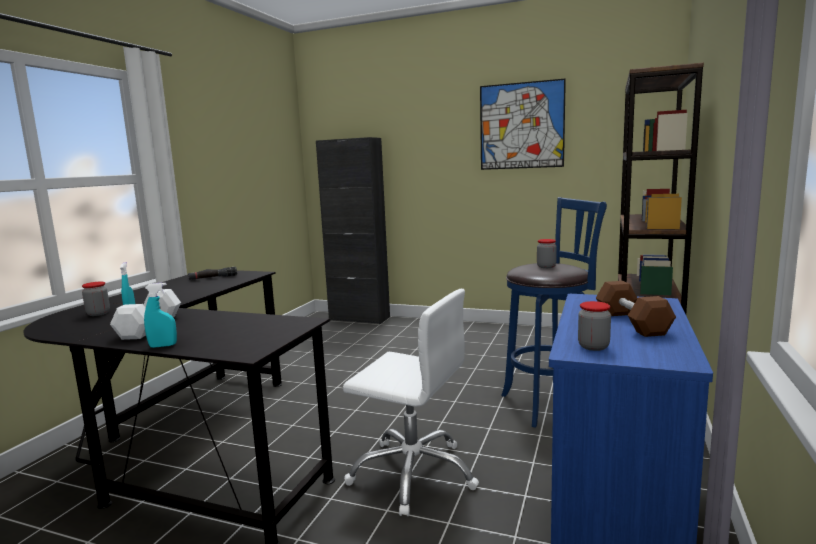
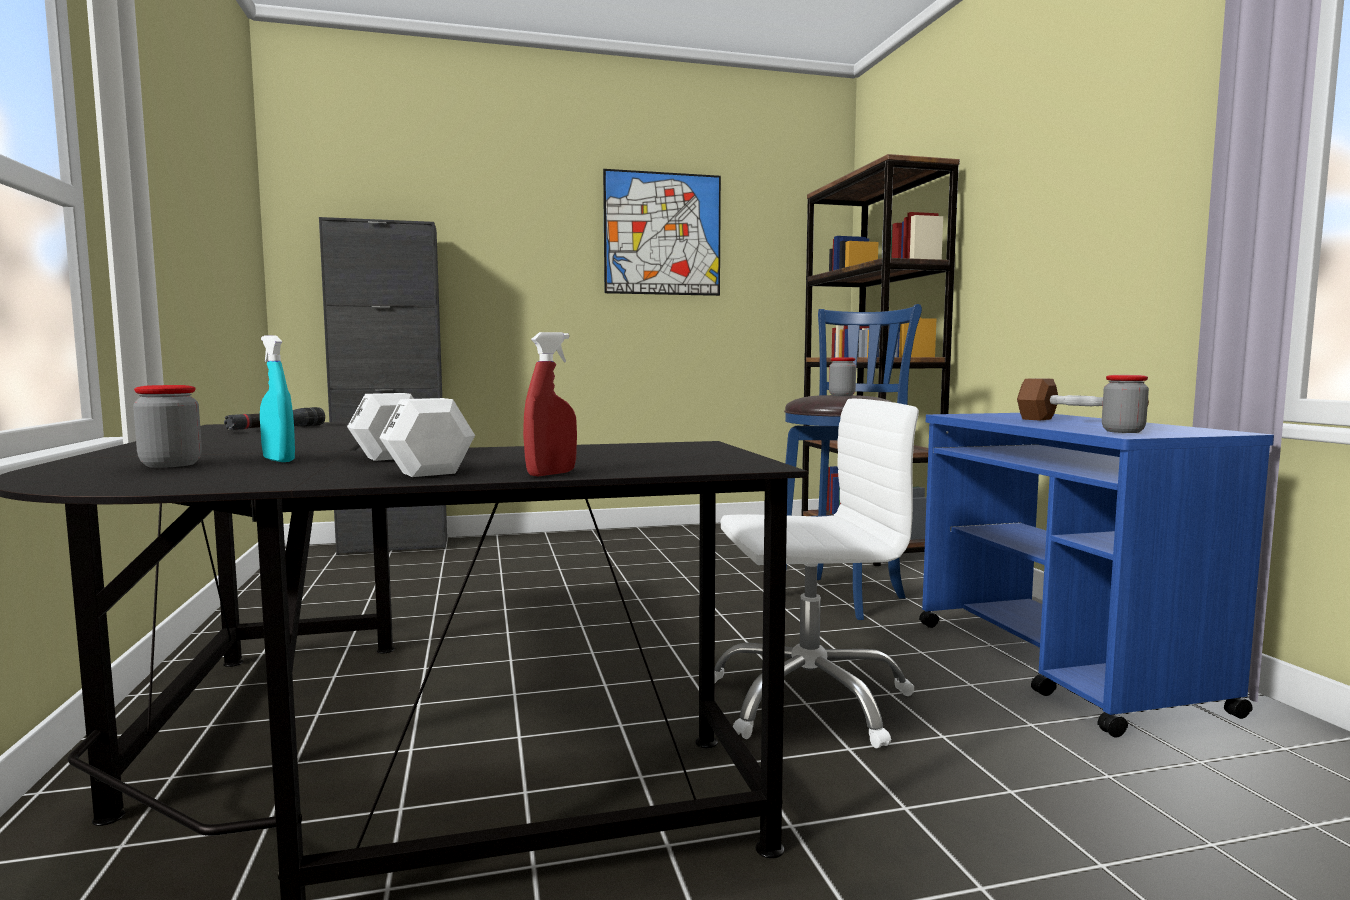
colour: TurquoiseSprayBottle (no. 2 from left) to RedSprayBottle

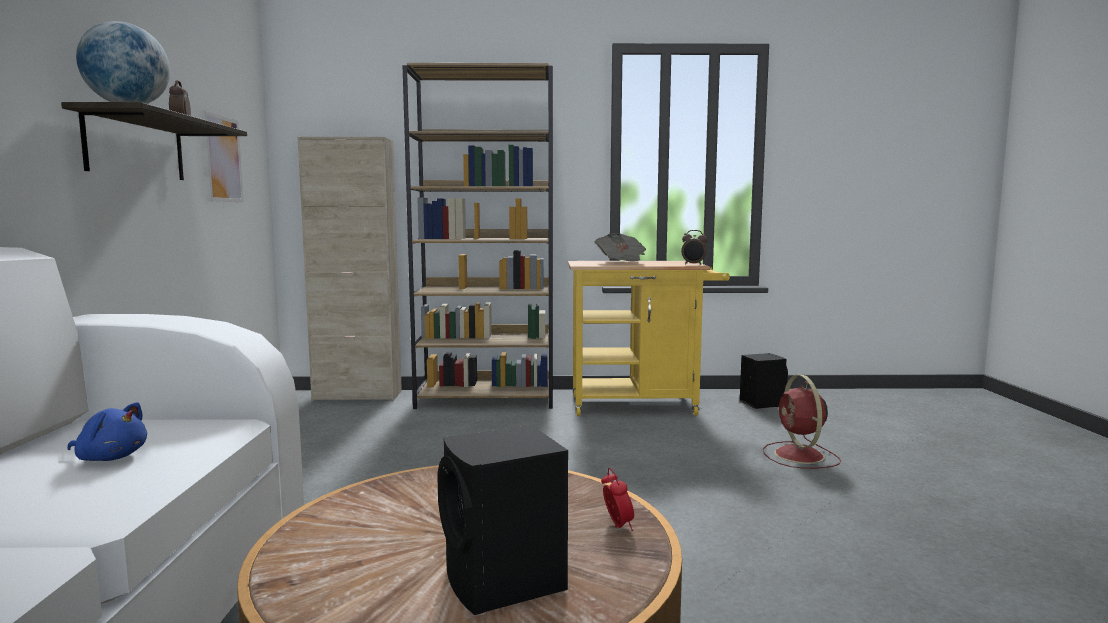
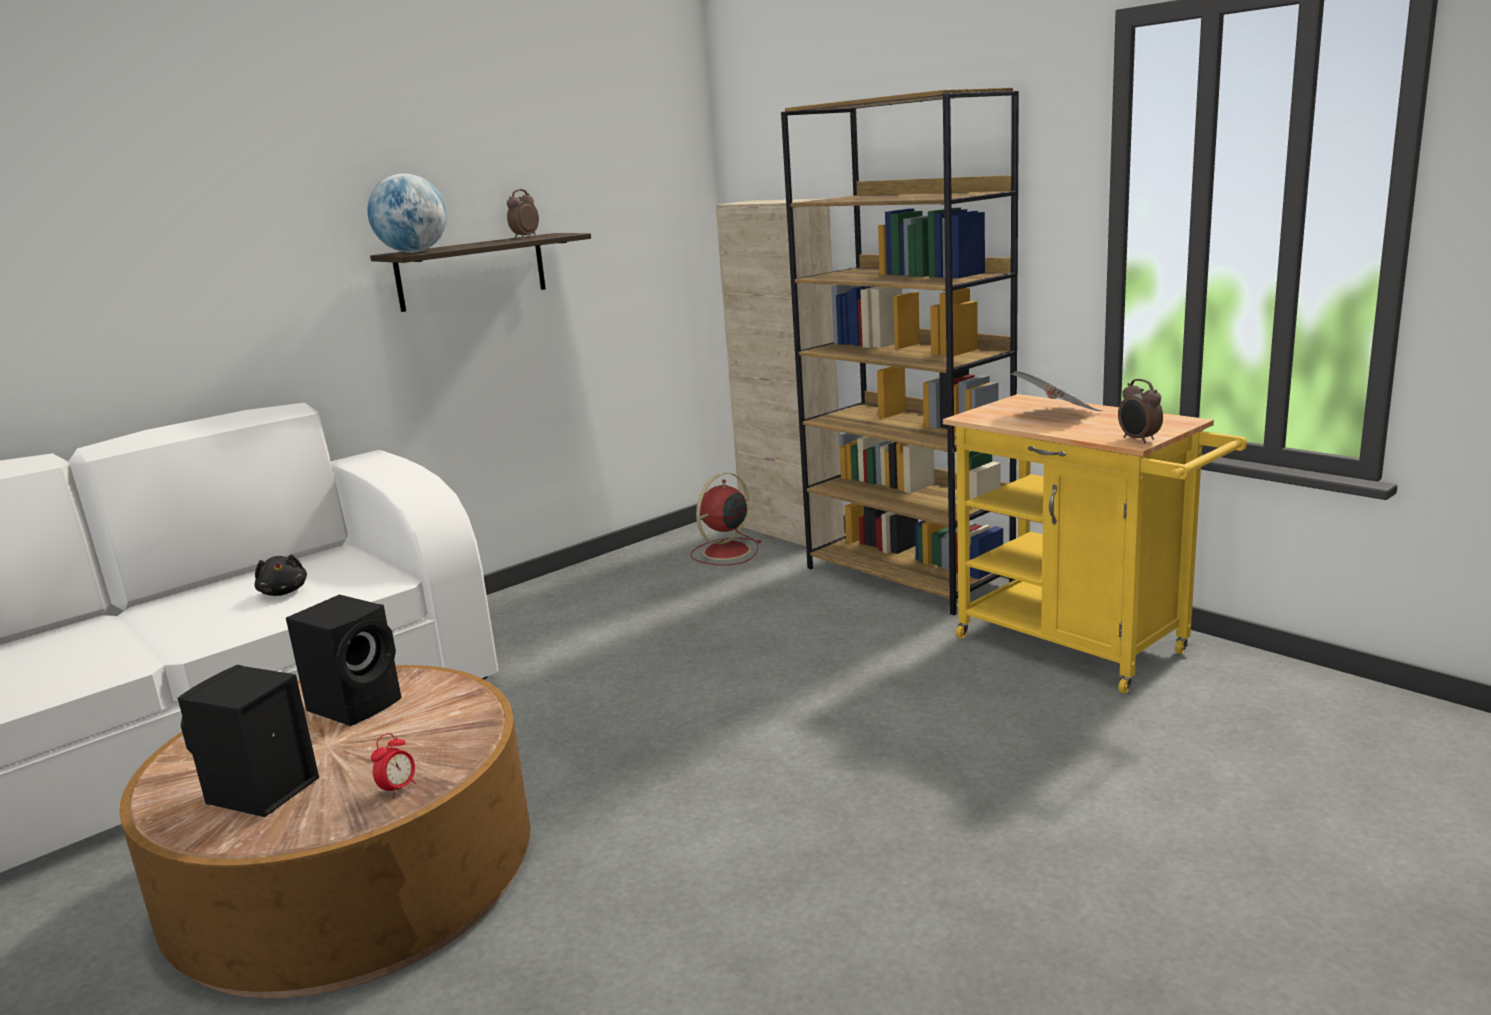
missing: Picture
relocated: BlackSpeaker (no. 2 from left); RedFan
colour: BluePlushToy to BlackPlushToy

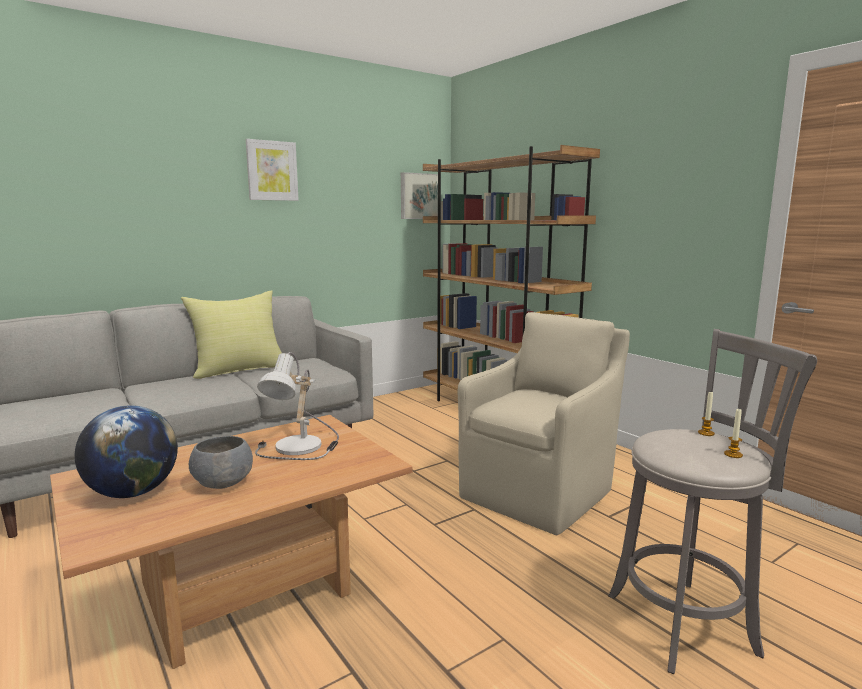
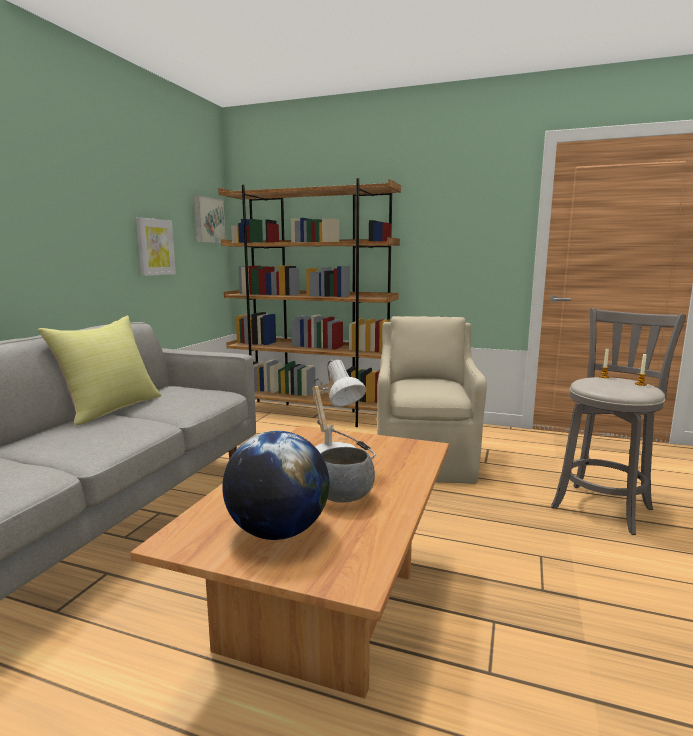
relocated: Picture (no. 1 from left)

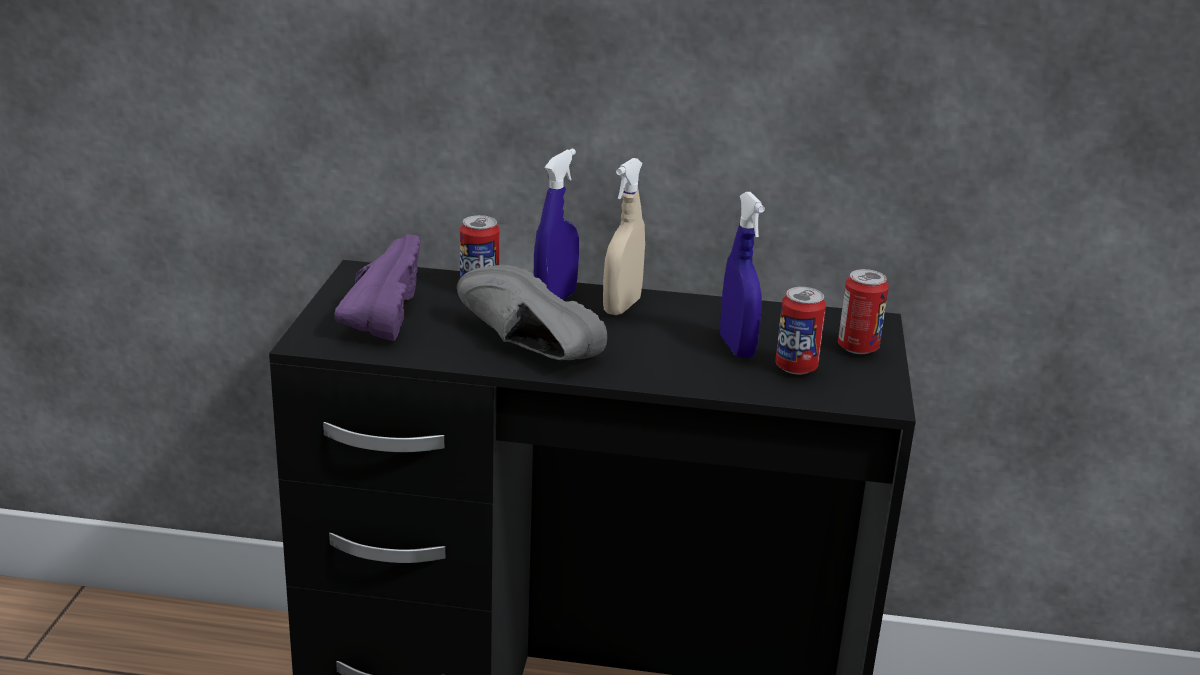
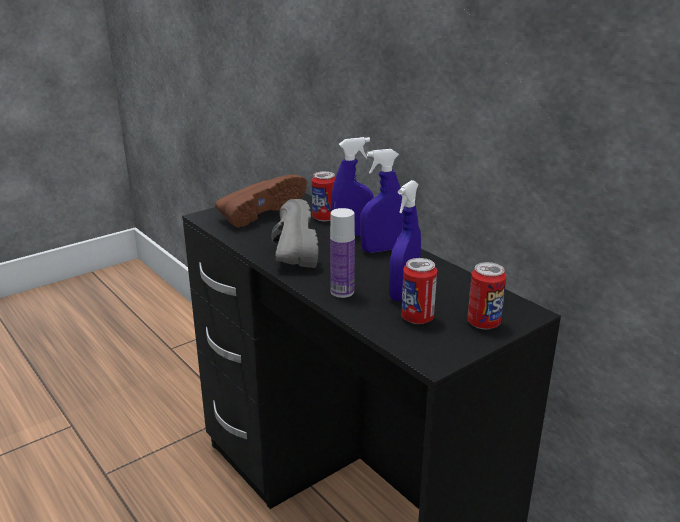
appeared: Bottle
colour: BeigeSprayBottle to BlueSprayBottle (no. 2 from left); PurpleShoe to BrownShoe

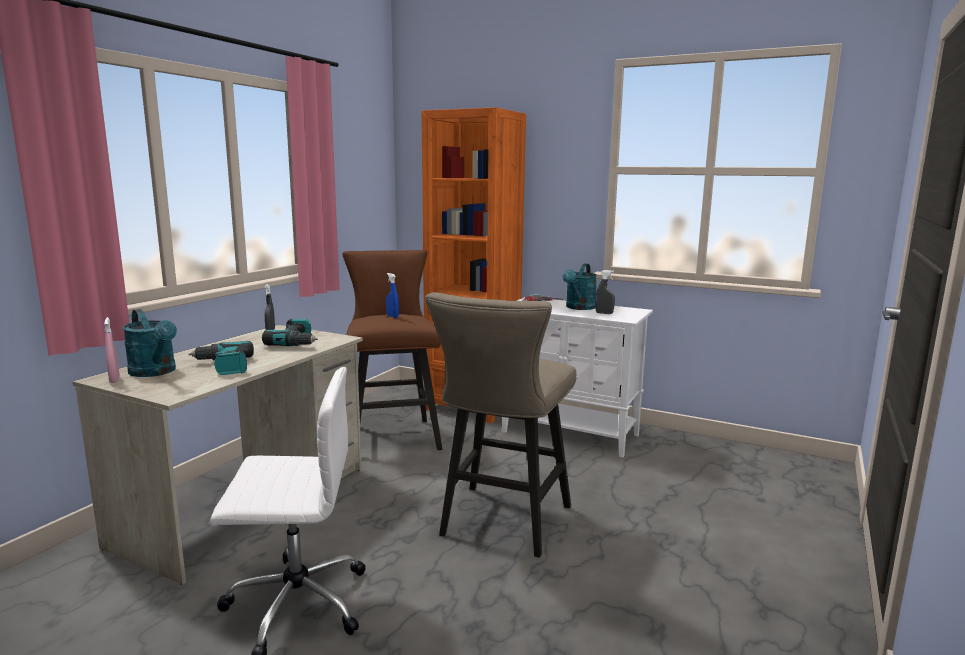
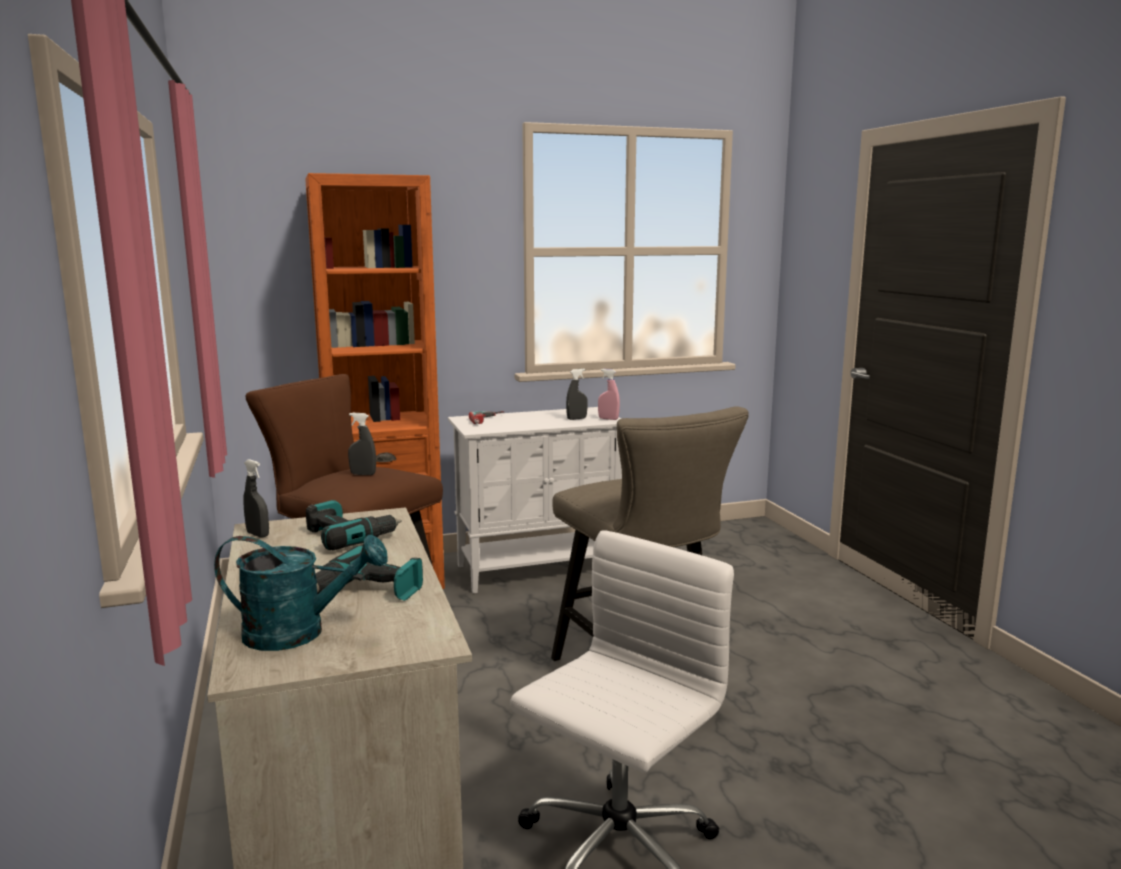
missing: TurquoiseWateringCan (no. 2 from left)
relocated: PinkSprayBottle
colour: BlueSprayBottle to GreySprayBottle (no. 2 from left)

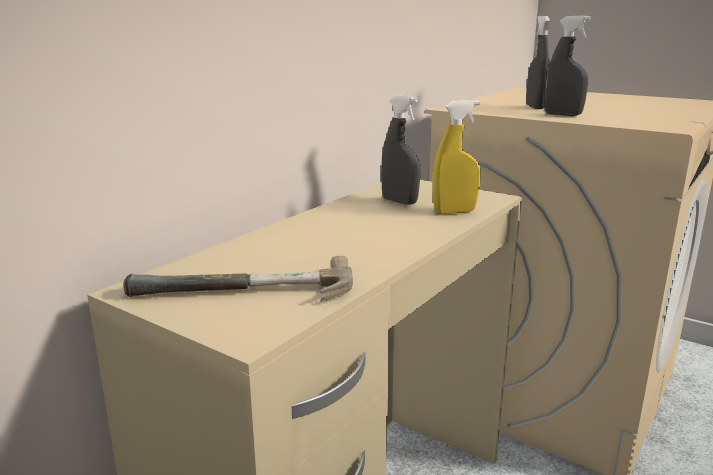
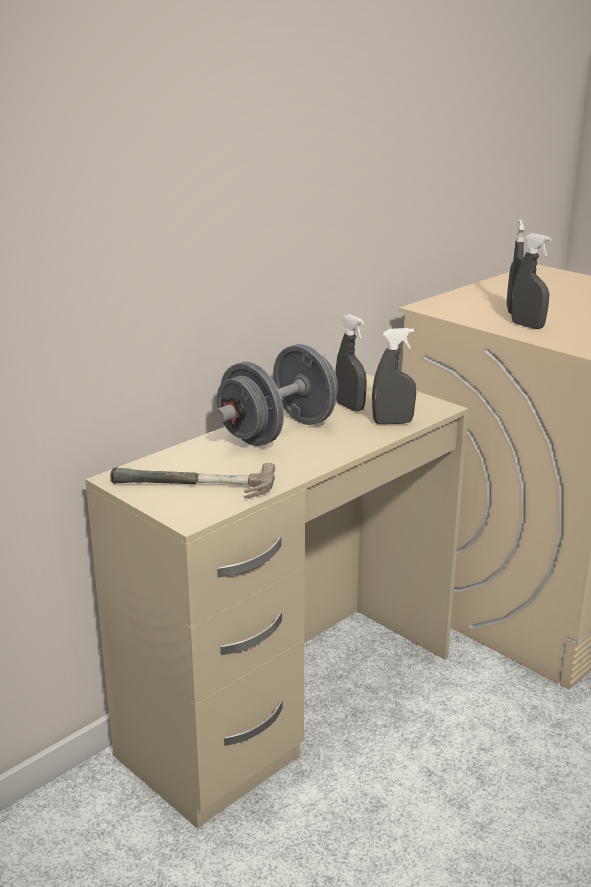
appeared: GreyDumbbell
colour: YellowSprayBottle to GreySprayBottle (no. 2 from left)

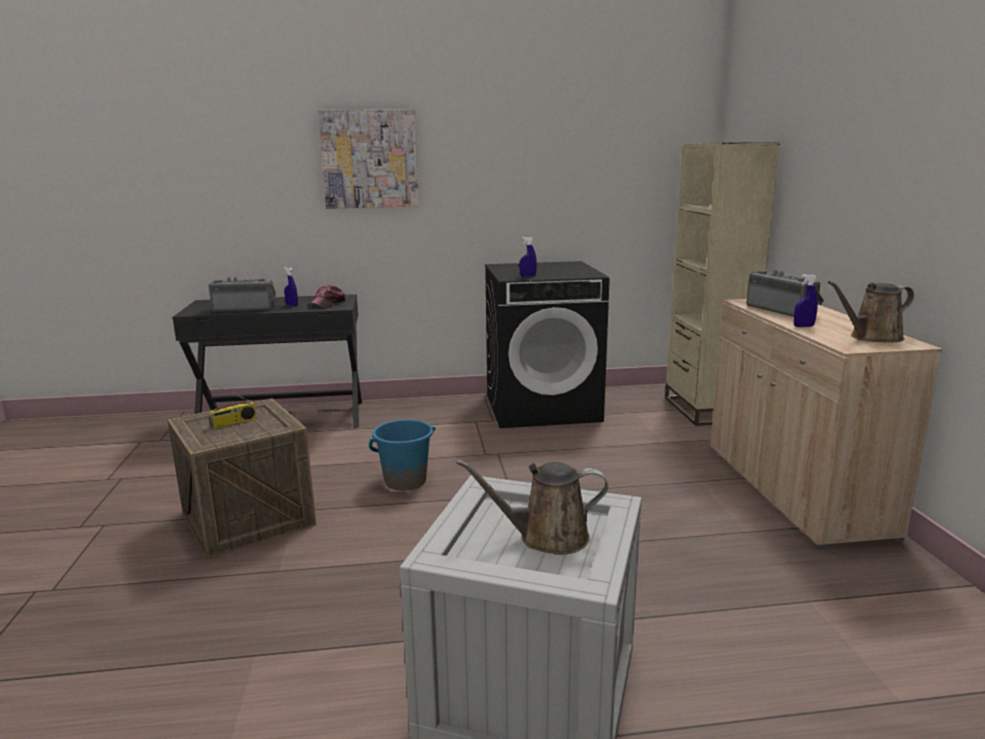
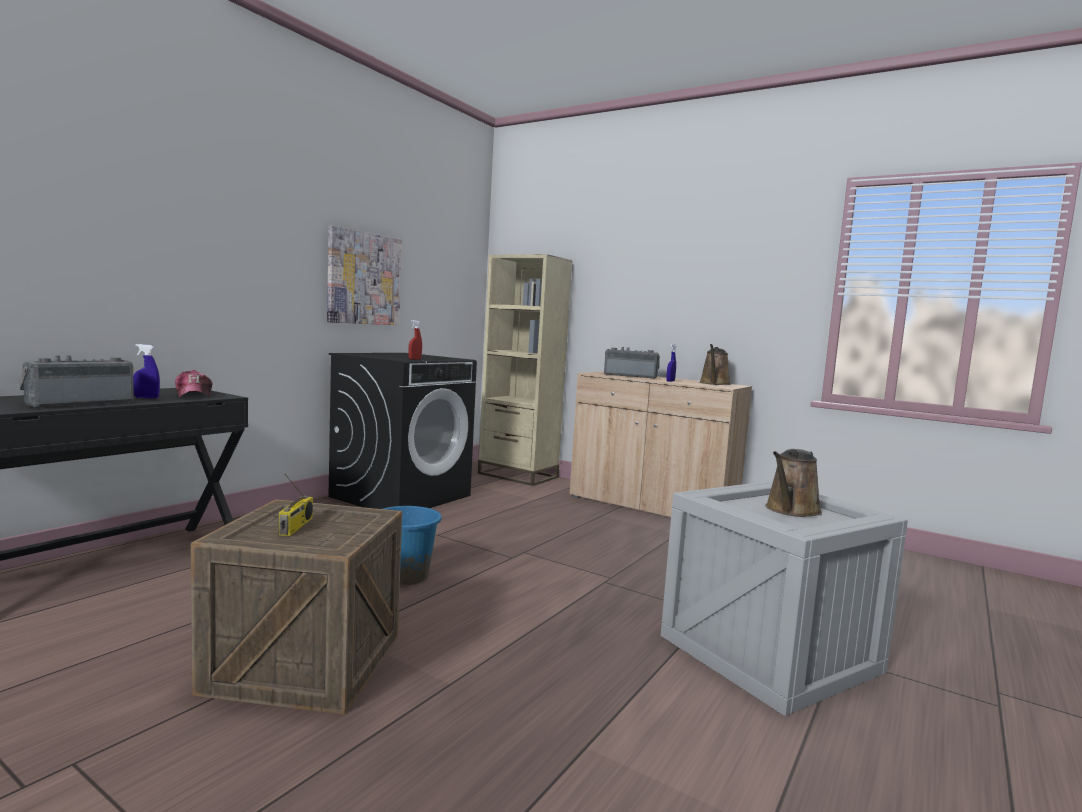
relocated: Picture
colour: BlueSprayBottle (no. 2 from left) to RedSprayBottle

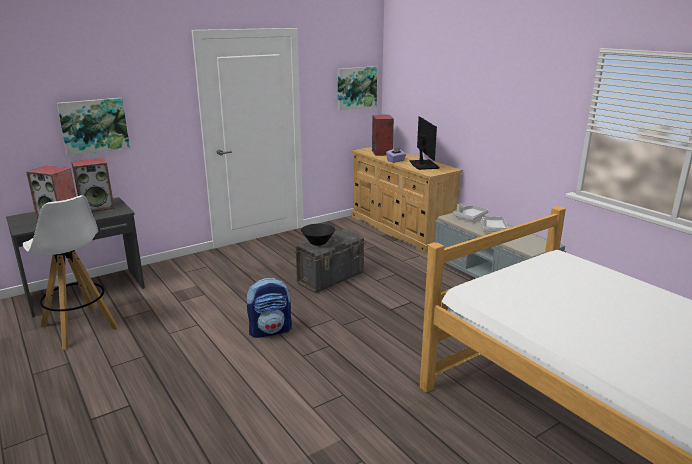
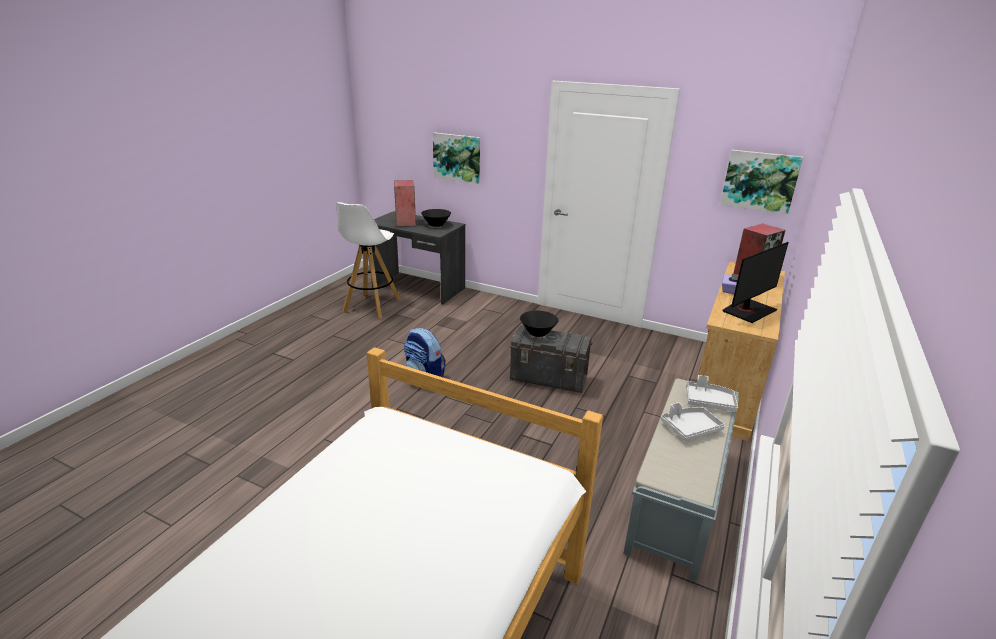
exchanged: Speaker (no. 2 from left) to BlackBowl (no. 1 from left)

